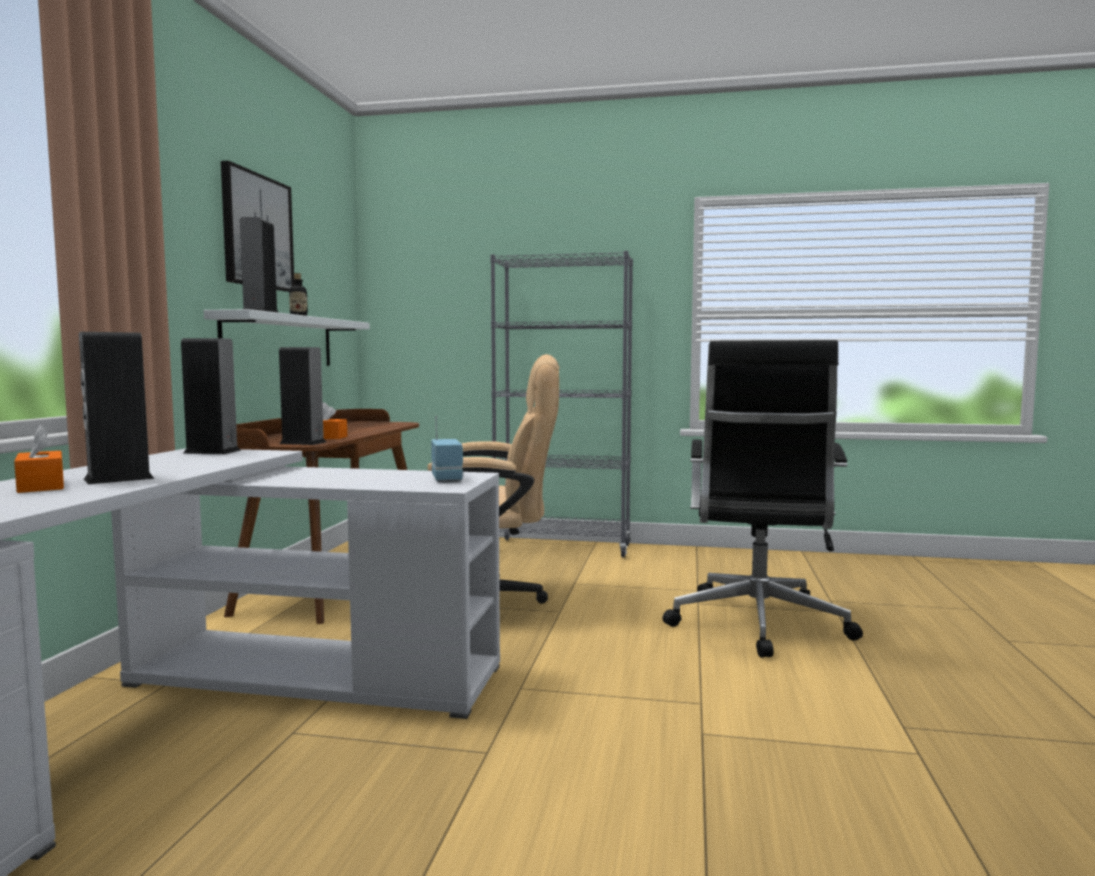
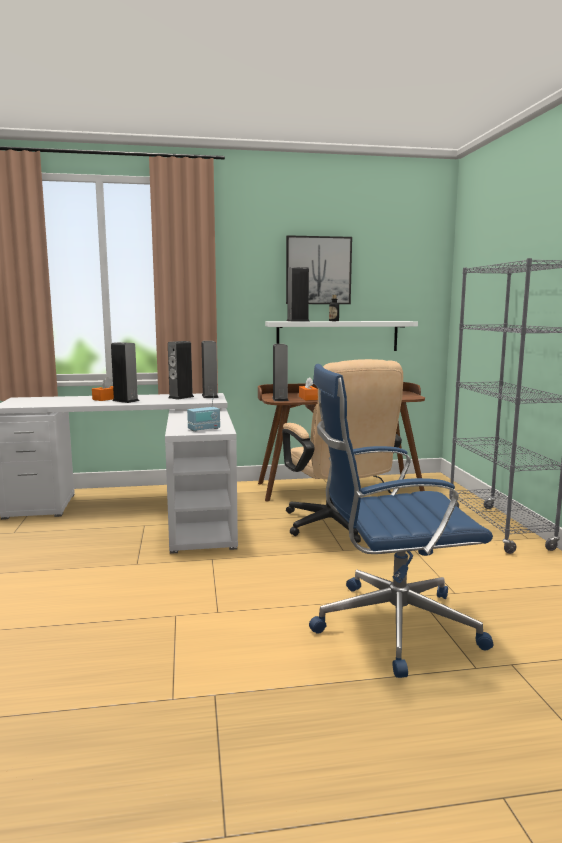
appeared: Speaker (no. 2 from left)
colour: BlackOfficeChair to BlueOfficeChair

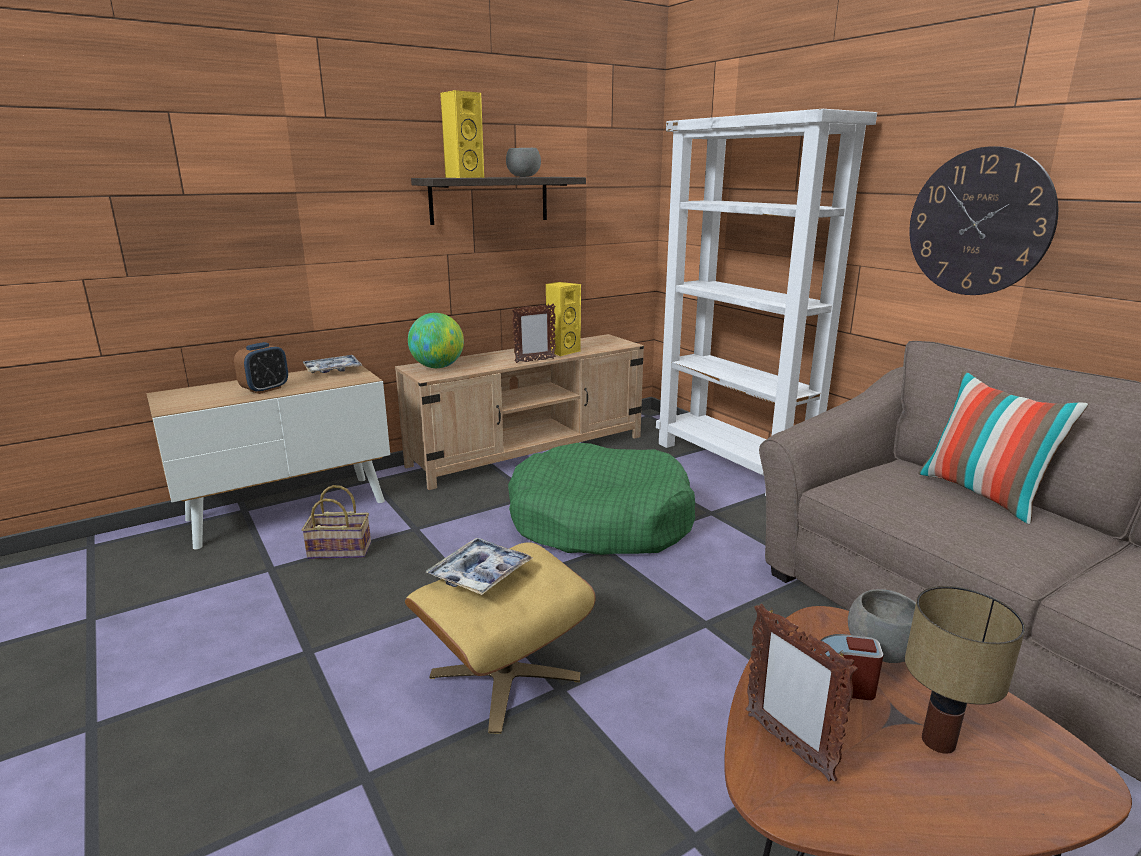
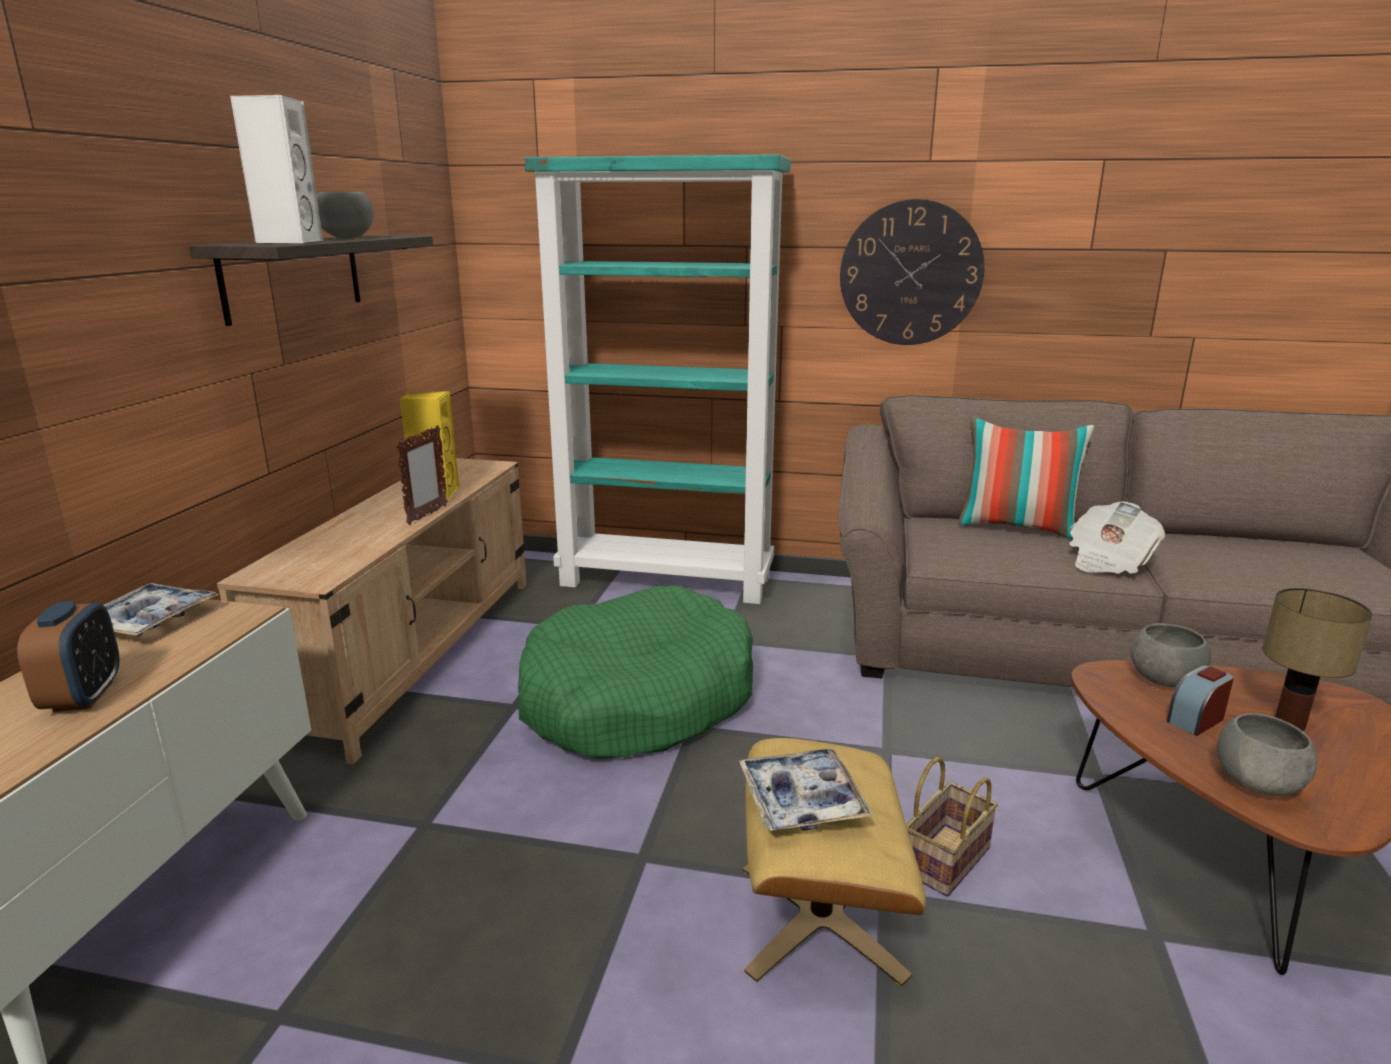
missing: Globe
appeared: Newspaper
relocated: Basket
exchanged: PictureFrame (no. 2 from left) to GreyBowl (no. 3 from left)
colour: YellowSpeaker (no. 1 from left) to WhiteSpeaker; WhiteBookcase to TurquoiseBookcase

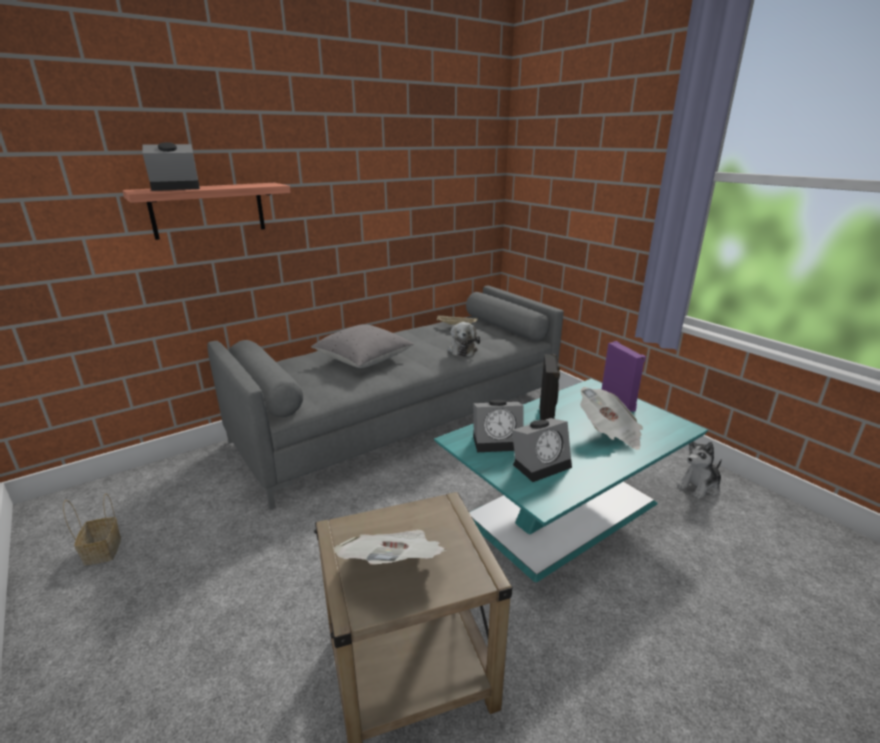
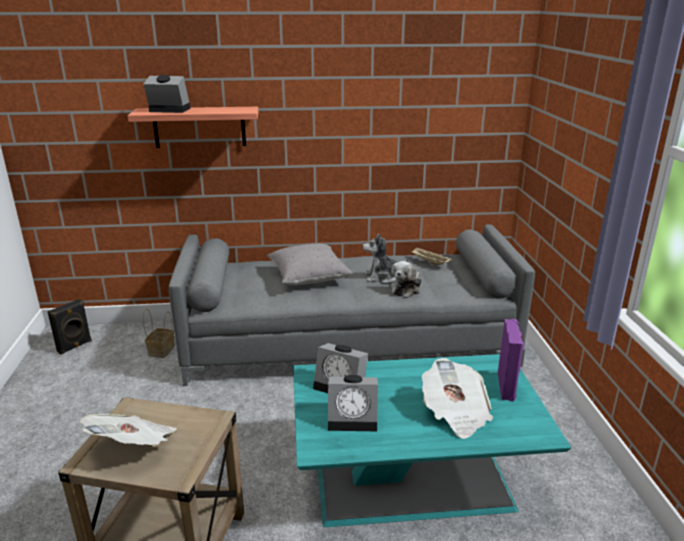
relocated: BlackSpeaker; PlushToy (no. 2 from left in the first image) to PlushToy (no. 1 from left); Basket

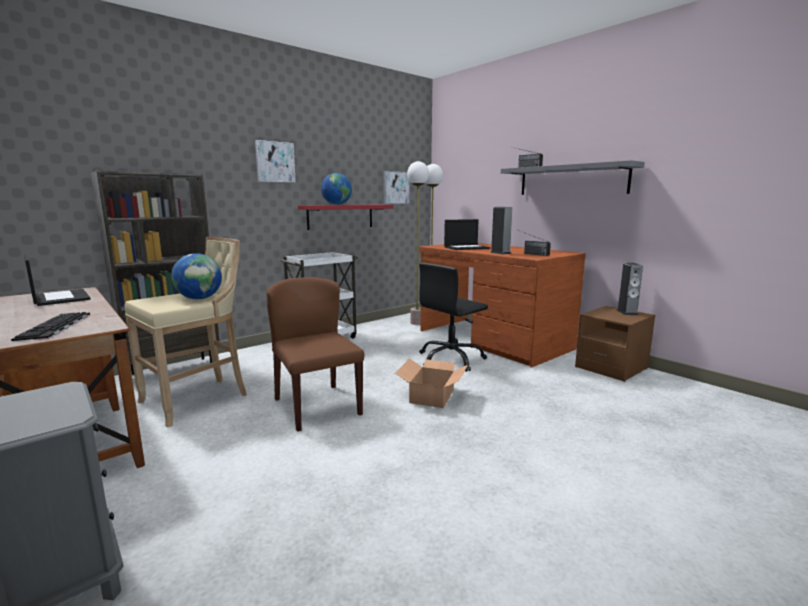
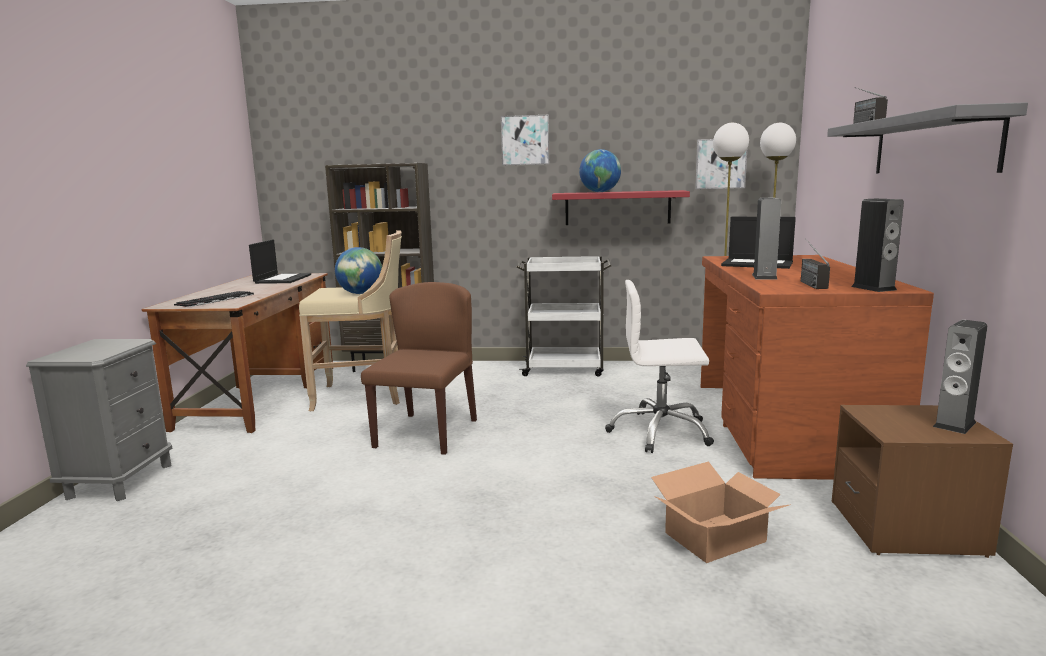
appeared: Speaker (no. 2 from left)
relocated: CardboardBox
colour: BlackOfficeChair to WhiteOfficeChair

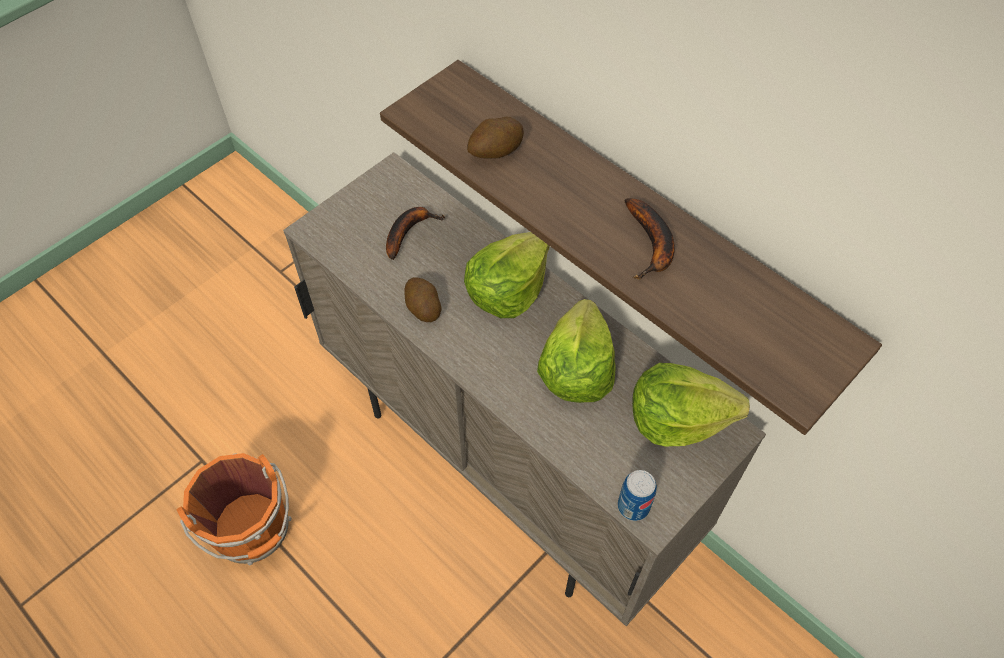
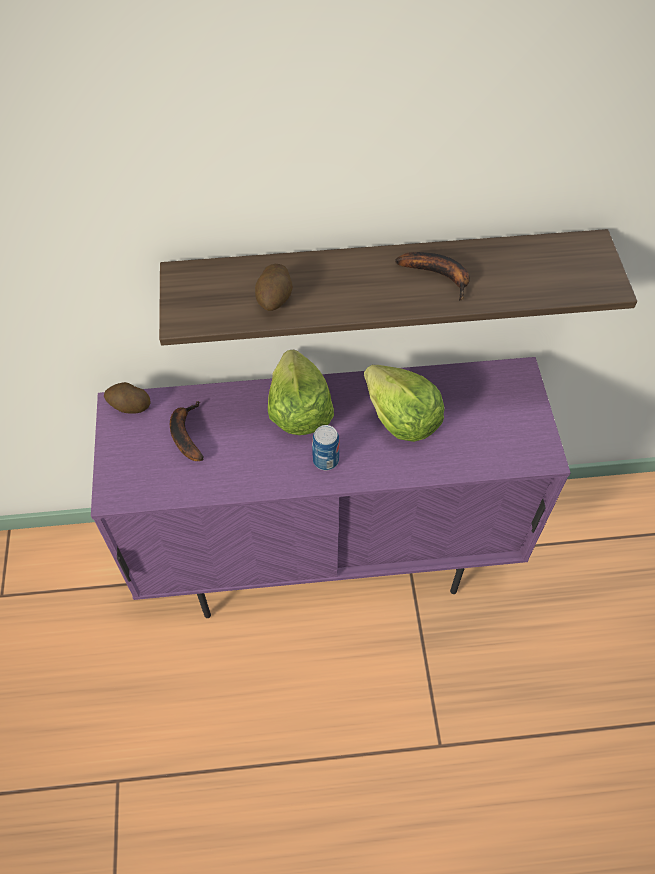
missing: Lettuce (no. 3 from left); OrangeBucket
relocated: Potato (no. 1 from left); Can
colour: BeigeCabinet to PurpleCabinet

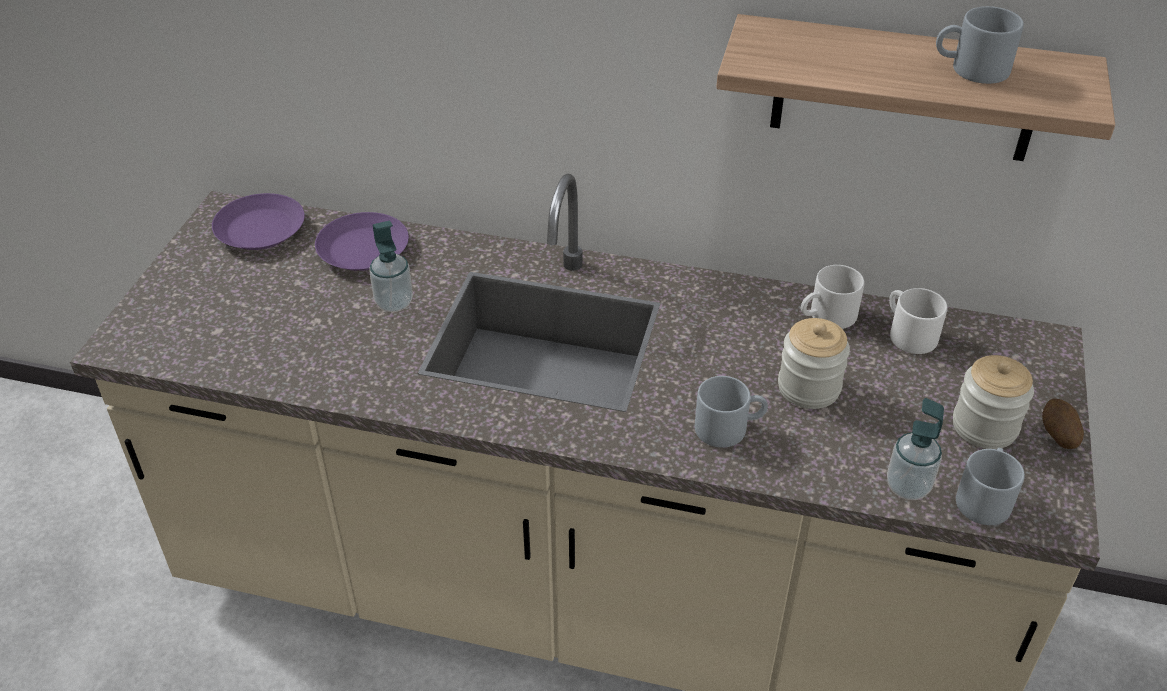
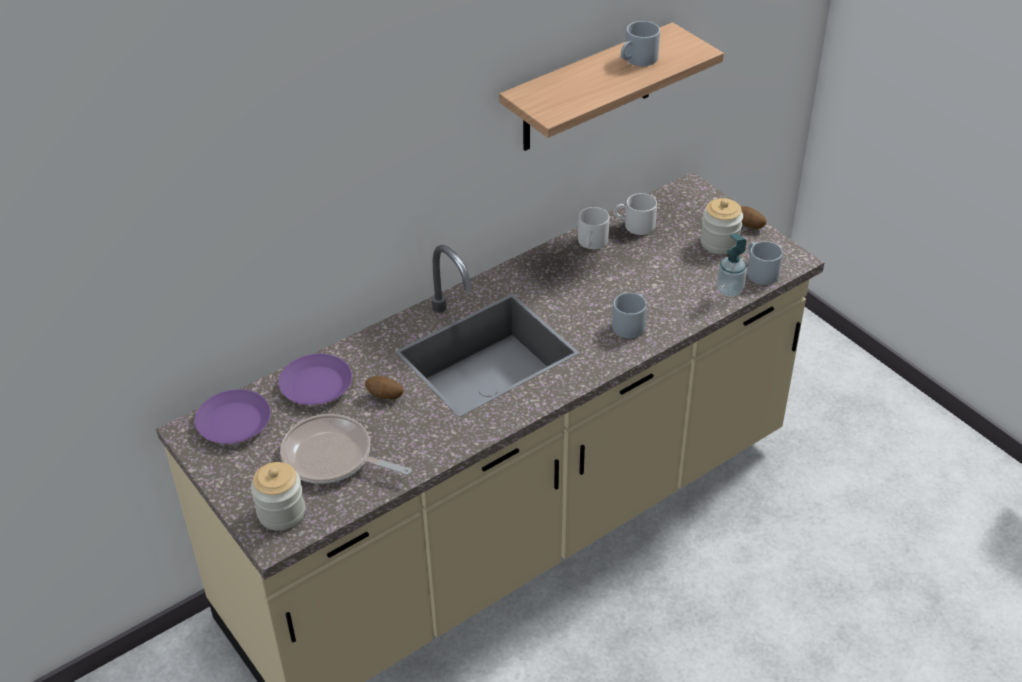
appeared: FryingPan
relocated: Jar (no. 1 from left)
exchanged: SoapDispenser (no. 1 from left) to Potato (no. 1 from left)

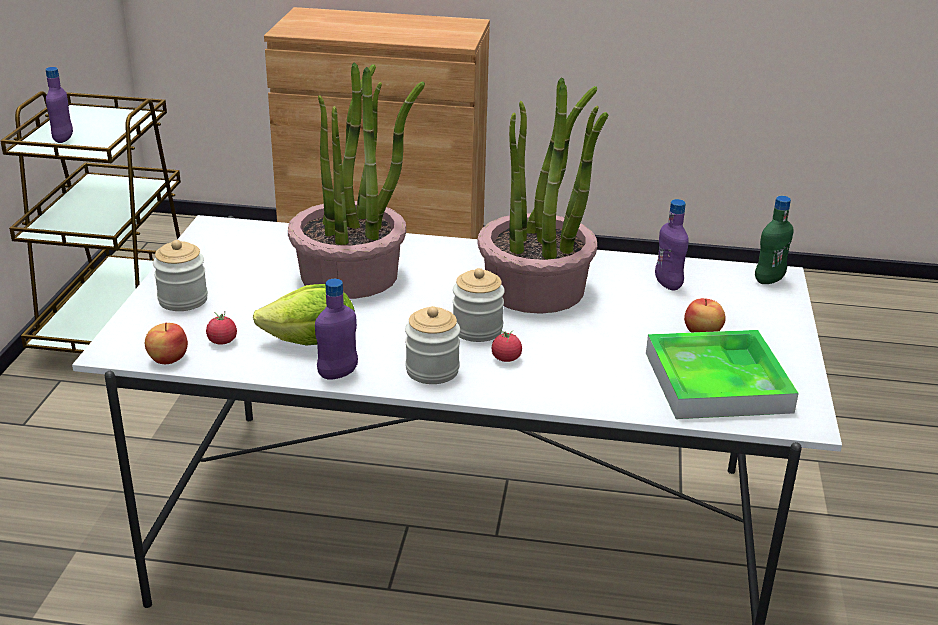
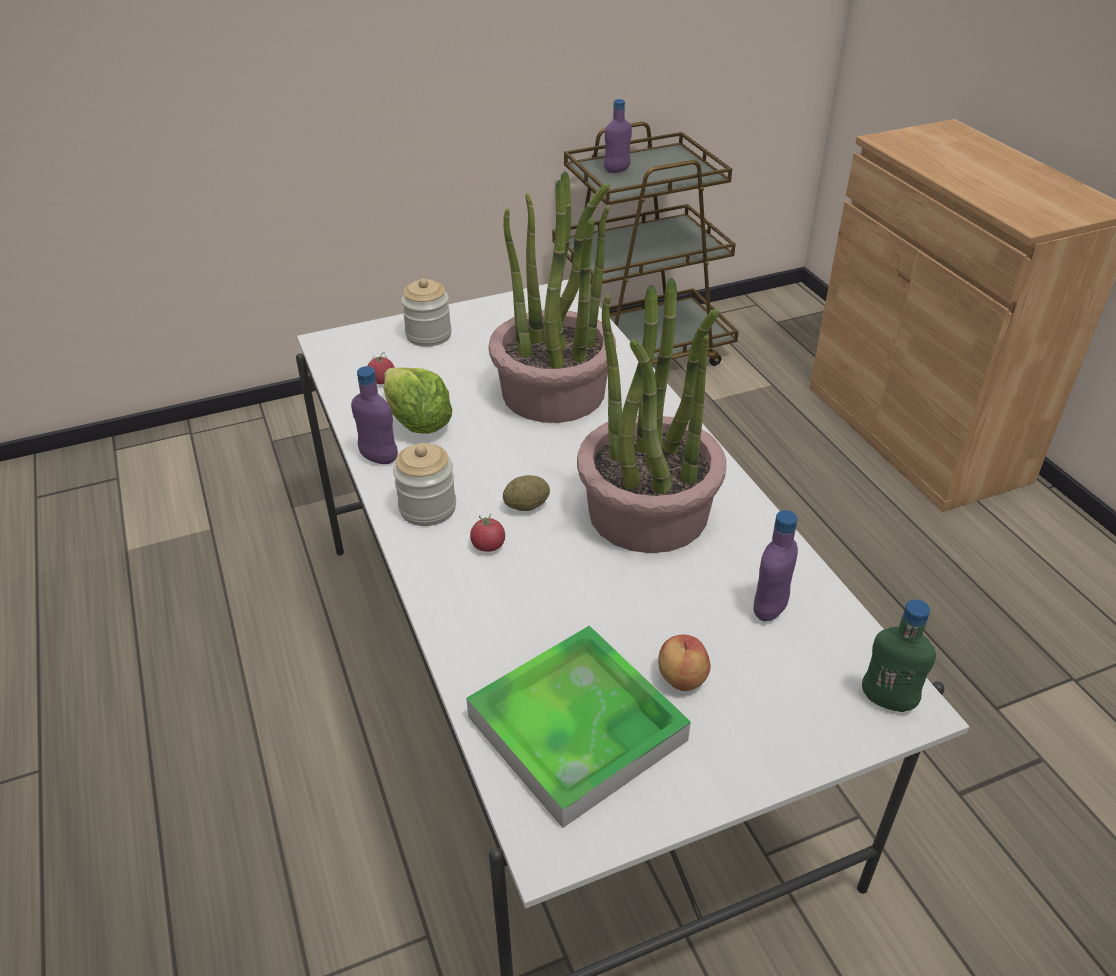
missing: Apple (no. 1 from left)
exchanged: Jar (no. 3 from left) to Potato

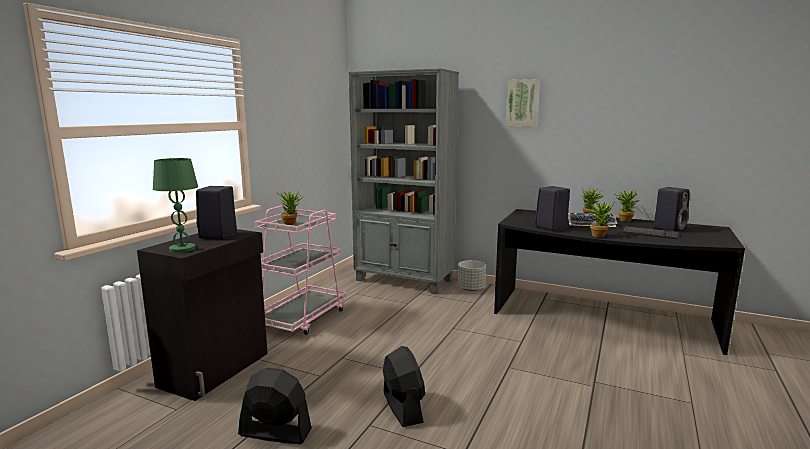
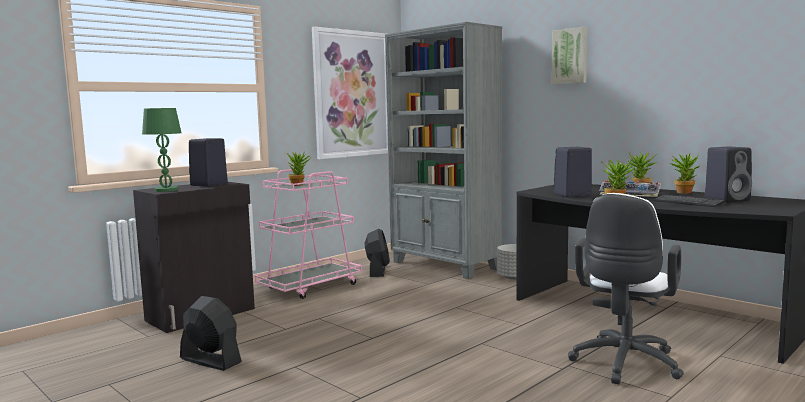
appeared: Picture (no. 1 from left); WhiteOfficeChair
relocated: BlackFan (no. 2 from left)

